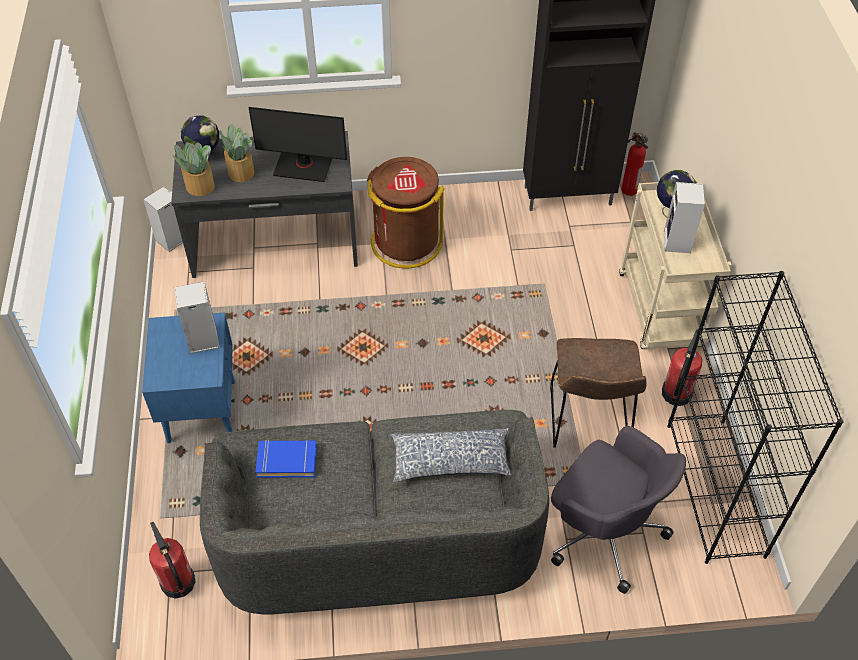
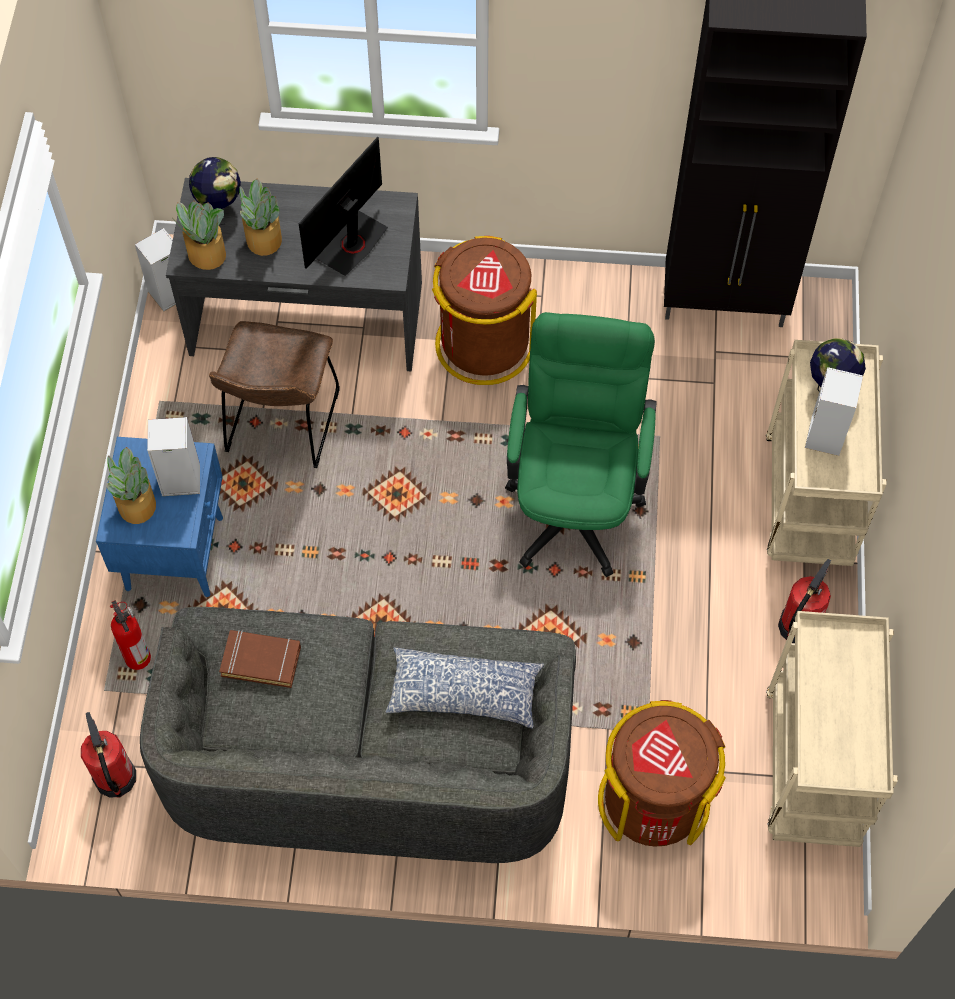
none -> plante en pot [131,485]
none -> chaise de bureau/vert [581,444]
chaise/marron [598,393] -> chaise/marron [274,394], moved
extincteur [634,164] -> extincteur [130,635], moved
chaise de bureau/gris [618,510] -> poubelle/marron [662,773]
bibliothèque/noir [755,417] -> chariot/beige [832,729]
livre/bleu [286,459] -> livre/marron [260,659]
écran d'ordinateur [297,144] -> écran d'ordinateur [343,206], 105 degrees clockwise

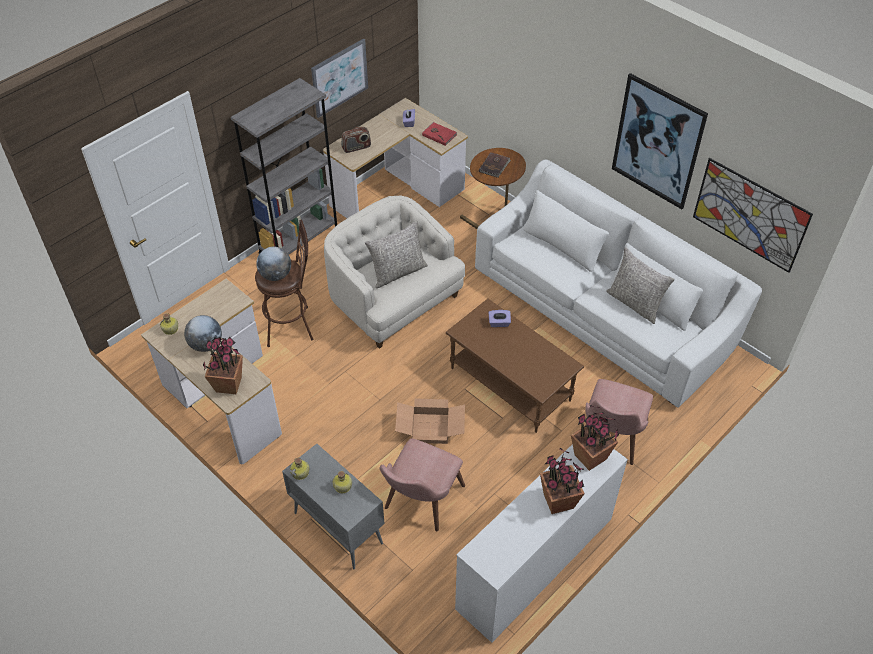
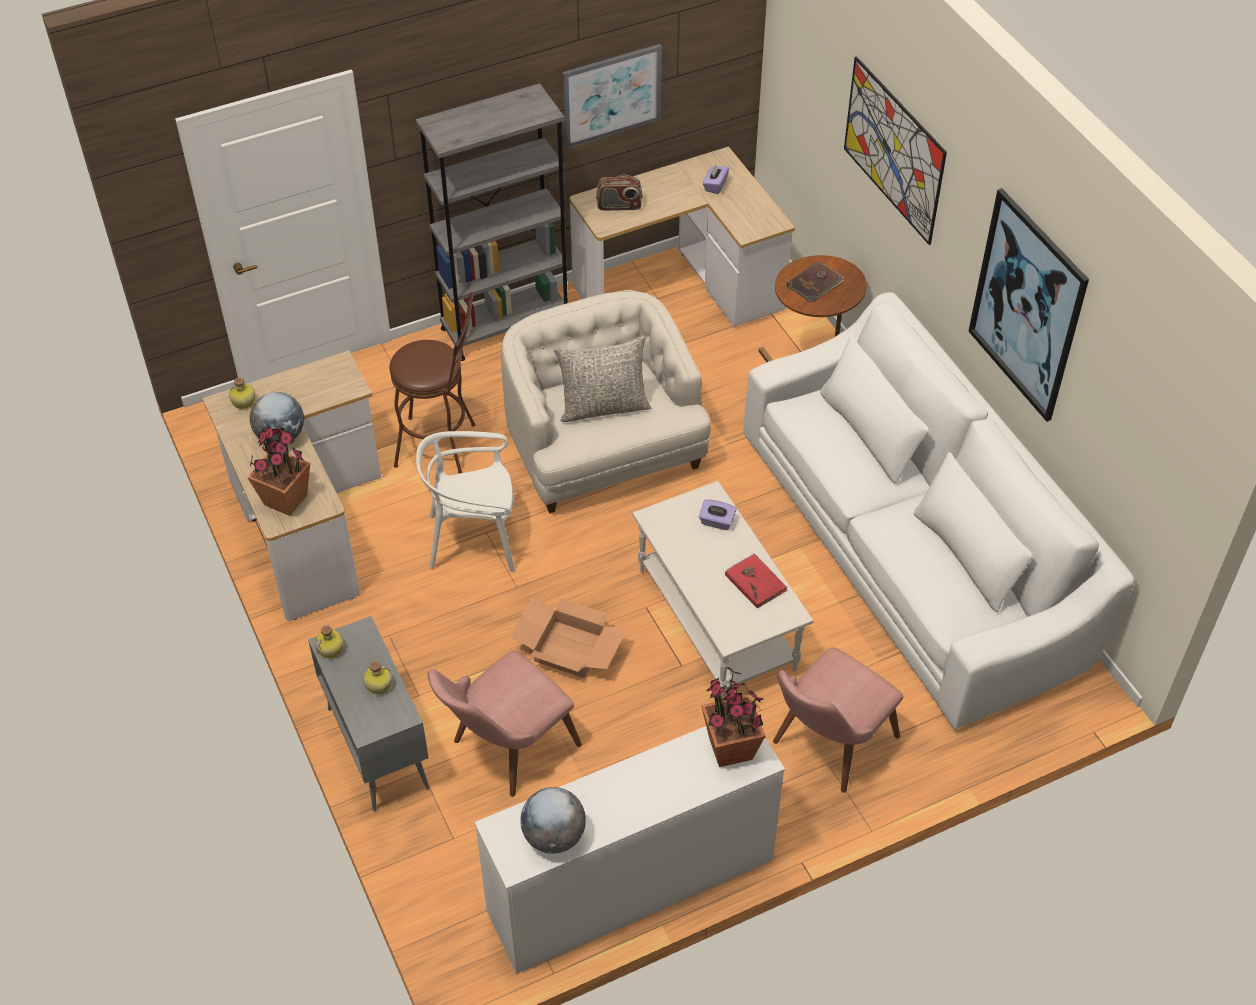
plante en pot [562,481] -> none
coussin/gris [640,285] -> none
none -> chaise/blanc [465,501]
globe [273,264] -> globe [553,820], moved
livre/rouge [439,134] -> livre/rouge [756,581], moved
tableau [753,215] -> tableau [895,150], moved
table basse/marron [515,366] -> table basse/blanc [723,590]

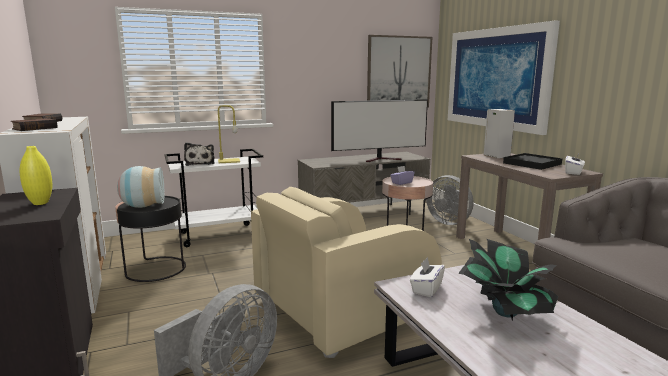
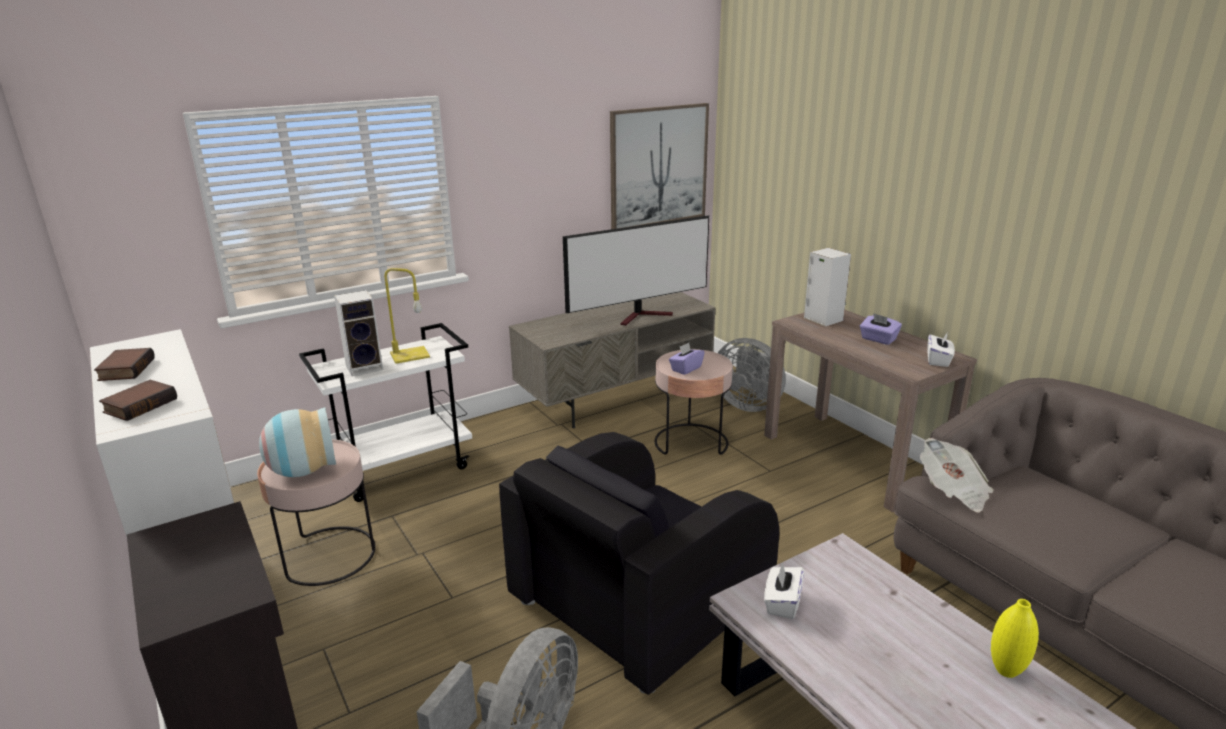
tableau [504,78] -> none
plante en pot [508,280] -> none
none -> journal [956,475]
vase/jaune [36,175] -> vase/jaune [1015,638], moved
peluche [199,154] -> enceinte [358,333]
plateau/noir [532,161] -> boîte à mouchoirs/violet [881,329]
table d'appoint/noir [150,239] -> table d'appoint/rose [316,512]
fauteuil/beige [346,272] -> fauteuil/noir [639,563]

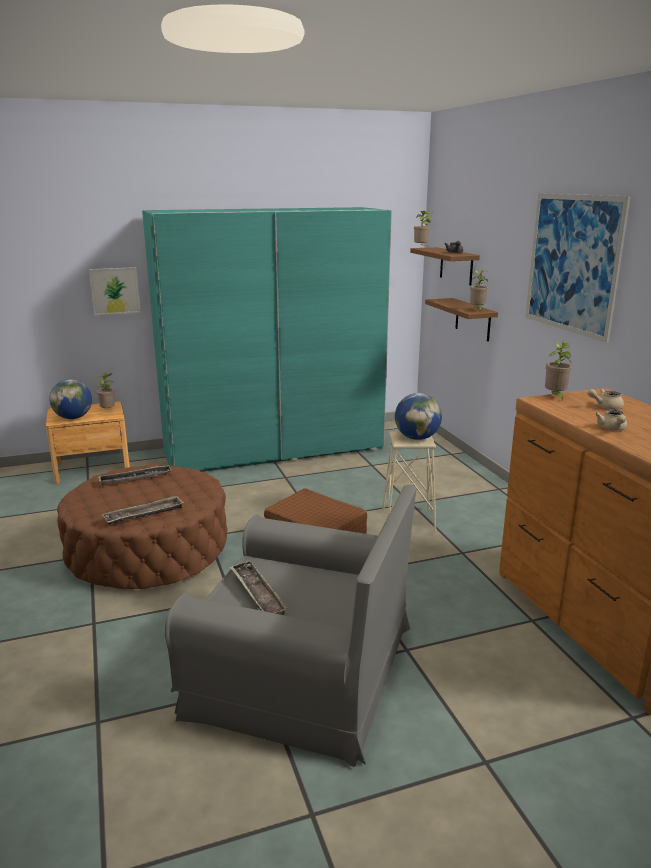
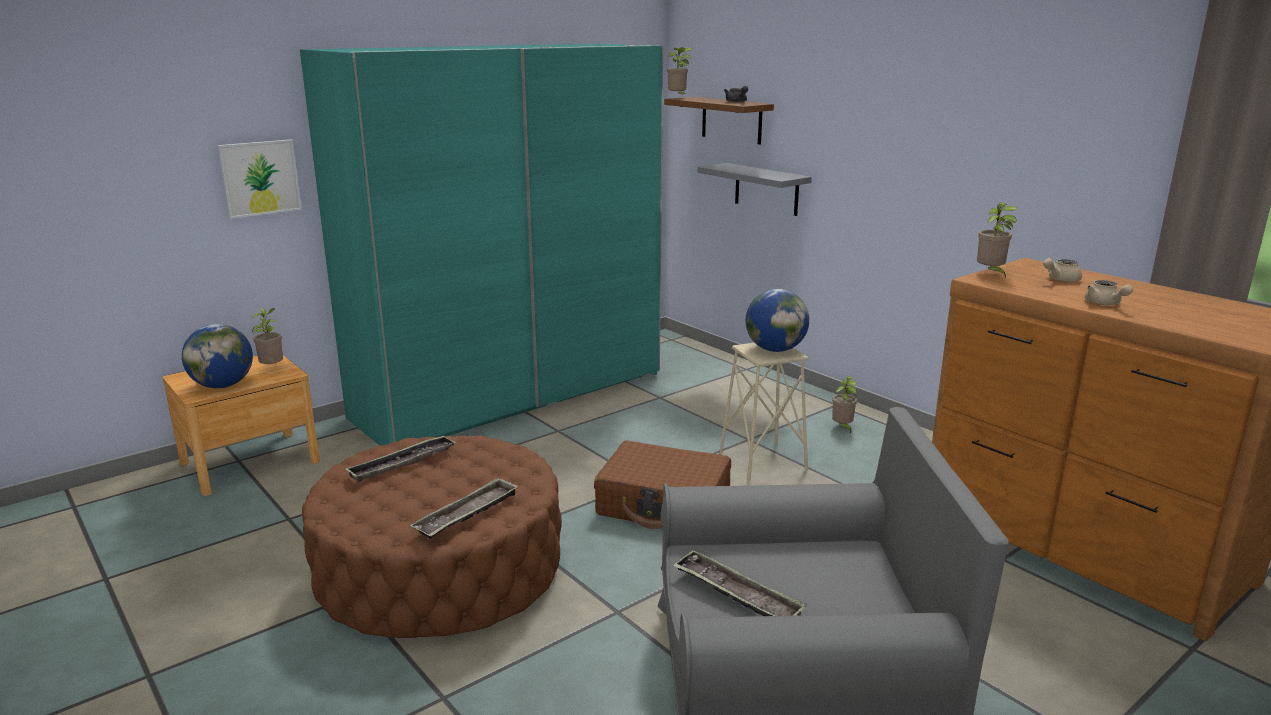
tableau [578,268] -> none
plante en pot [479,290] -> plante en pot [844,404], moved
étagère/marron [461,319] -> étagère/gris [754,189]

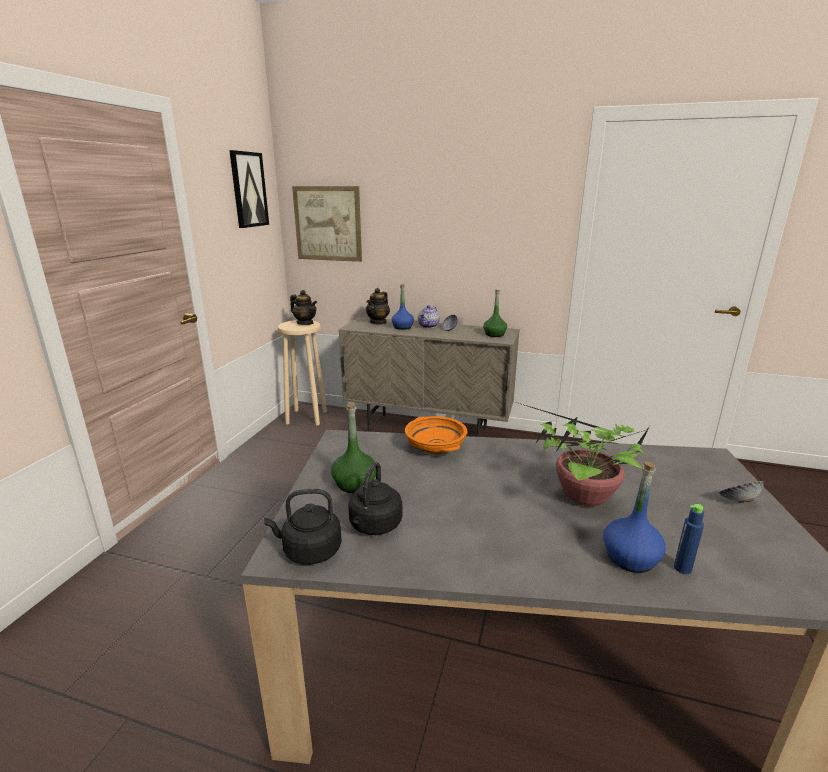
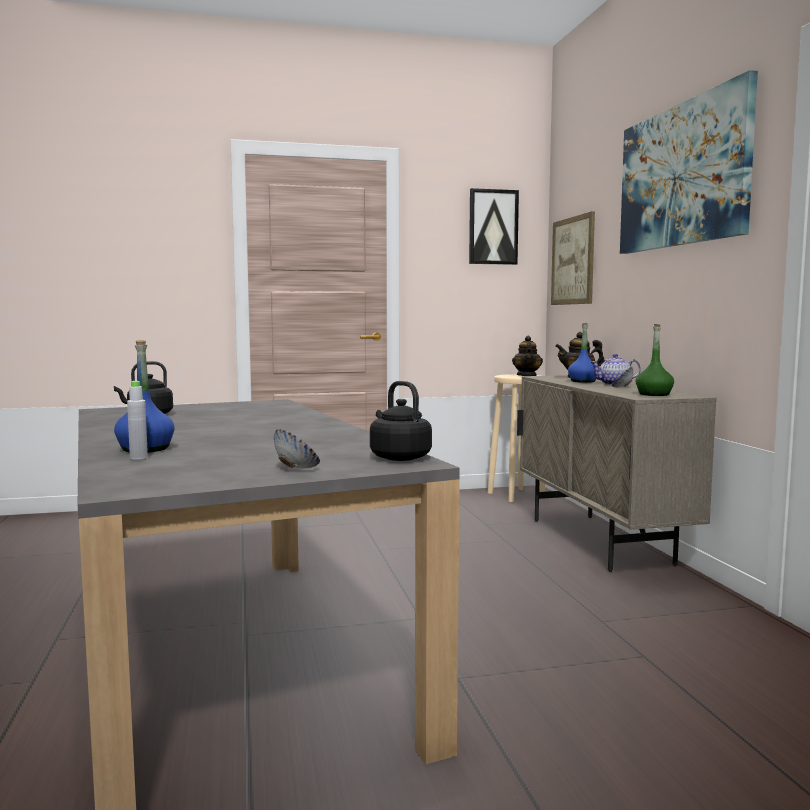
bouteille/vert [353,448] -> none
bol/orange [436,435] -> none
plante en pot [579,453] -> none
none -> tableau [689,162]
bouilloire/noir [303,527] -> bouilloire/noir [401,421], moved
bouteille/bleu [689,539] -> bouteille/gris [137,420]

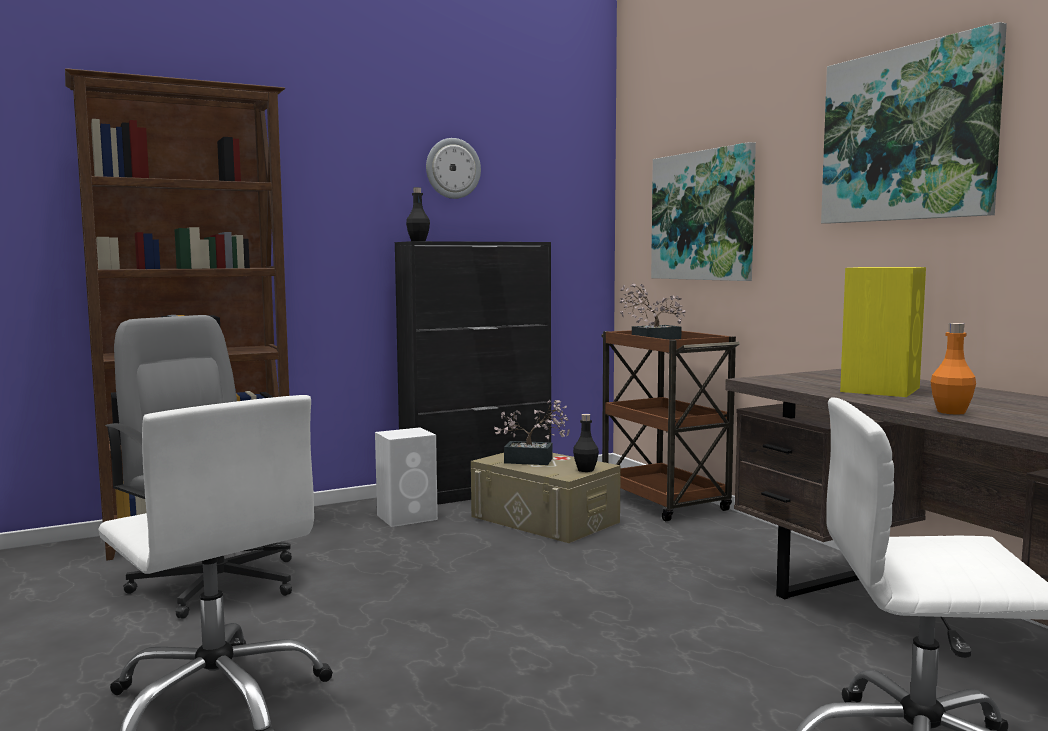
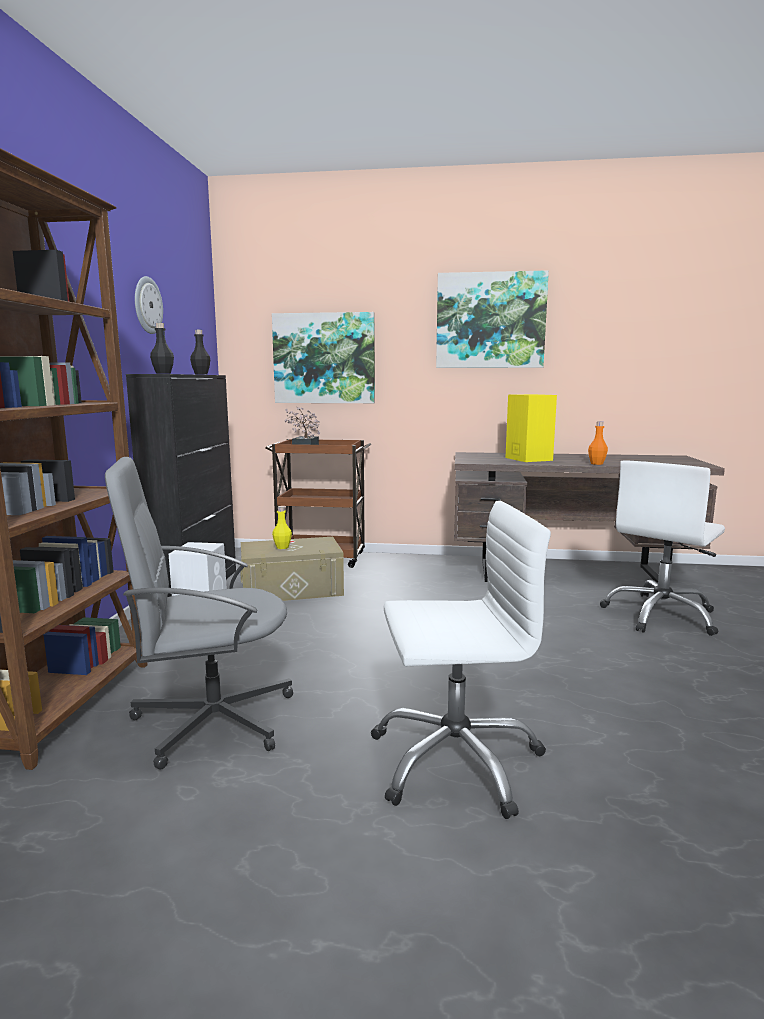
bouteille/noir [586,443] -> bouteille/noir [200,352], moved
plante en pot [532,432] -> bouteille/jaune [282,527]

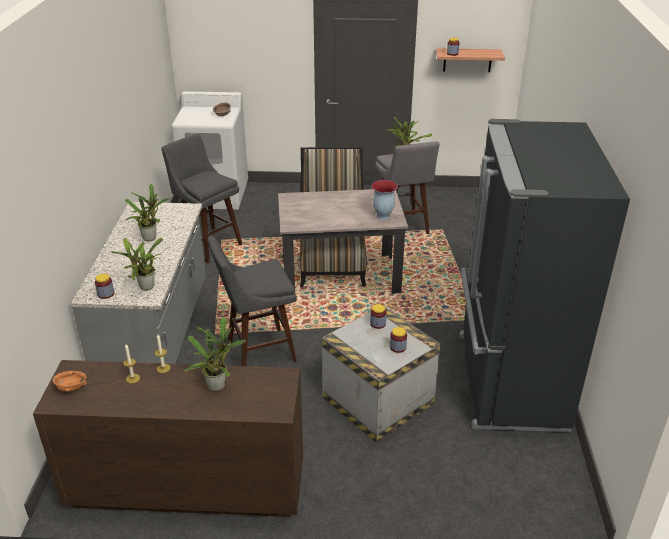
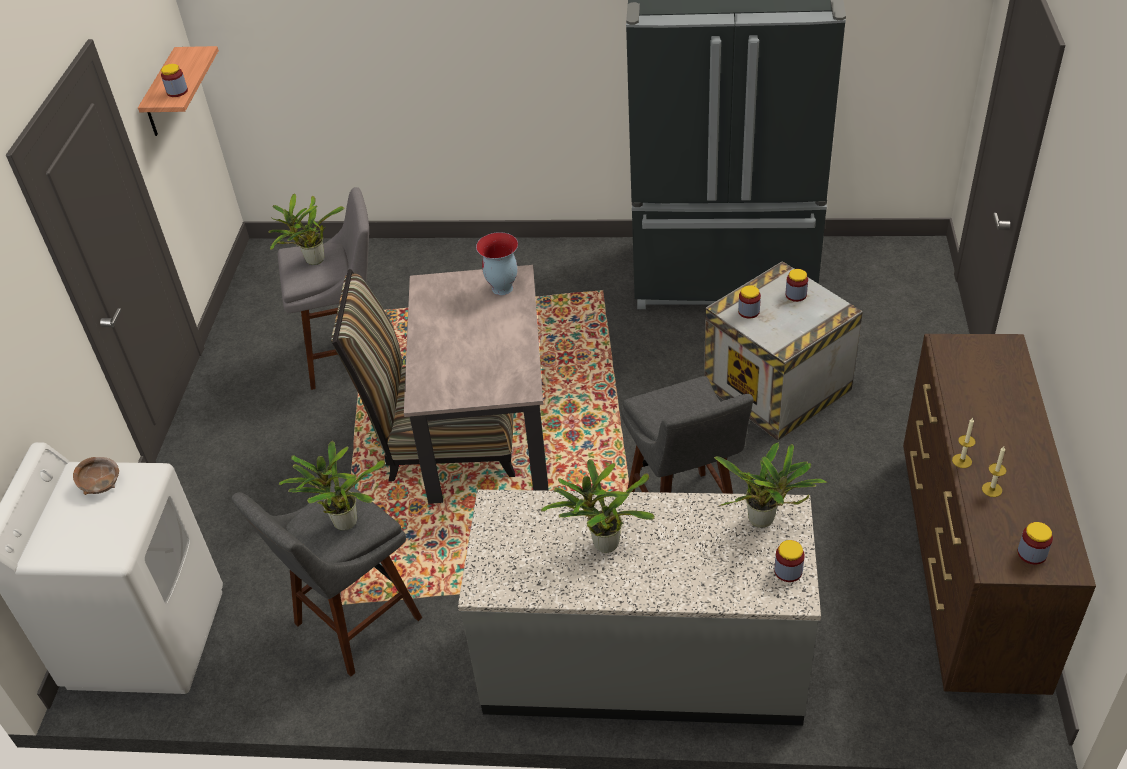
plante en pot [215,354] -> plante en pot [331,486], moved
bol/orange [70,381] -> bocal [1035,543]

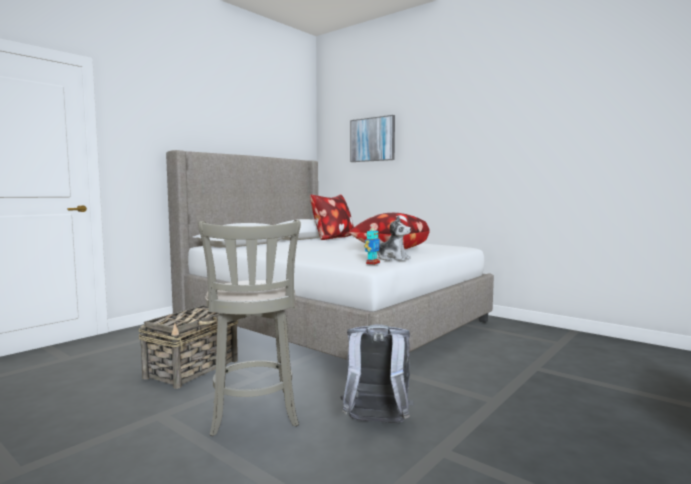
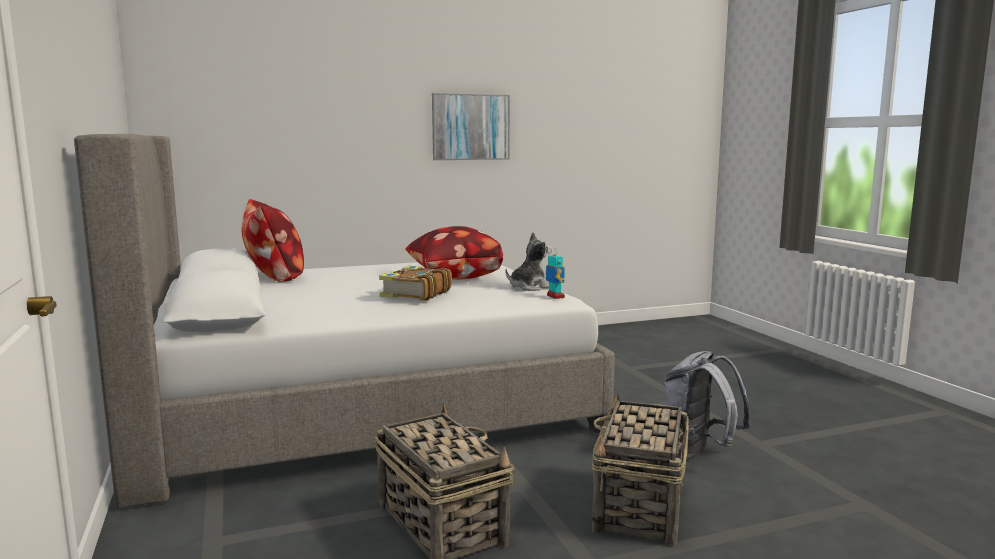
none -> livre [415,283]
tableau [372,138] -> tableau [471,126], moved
tabouret/gris [249,328] -> panier [640,468]

